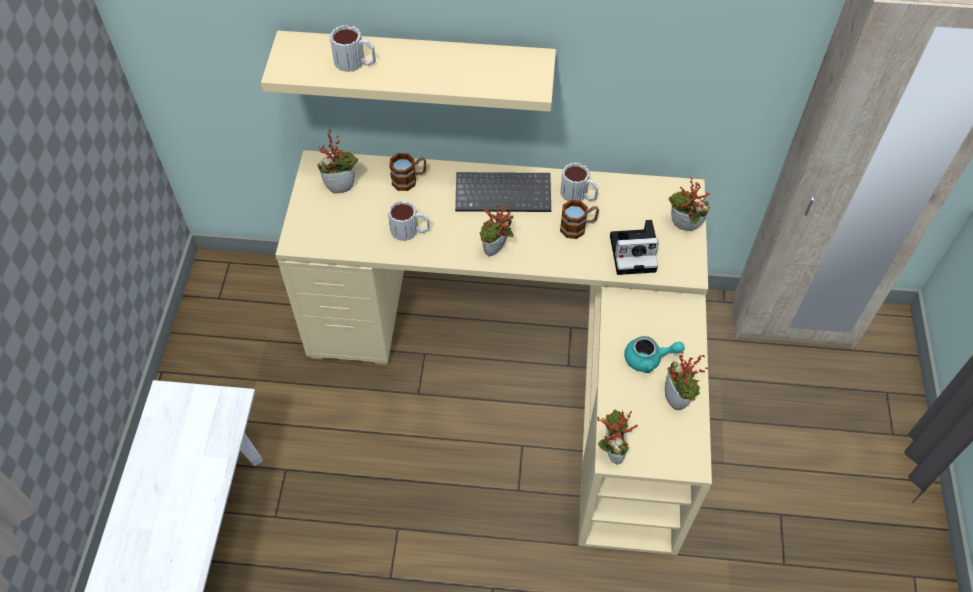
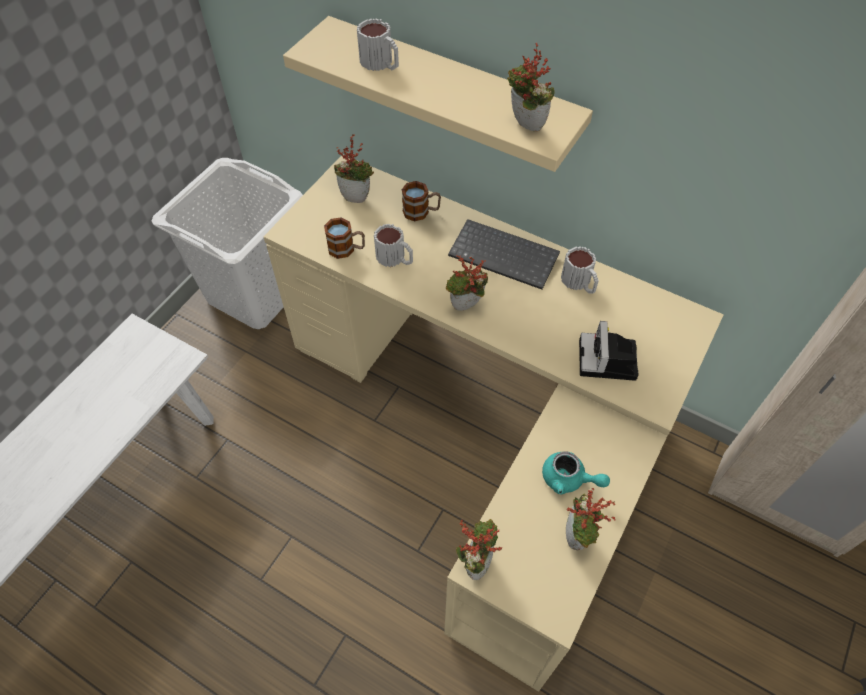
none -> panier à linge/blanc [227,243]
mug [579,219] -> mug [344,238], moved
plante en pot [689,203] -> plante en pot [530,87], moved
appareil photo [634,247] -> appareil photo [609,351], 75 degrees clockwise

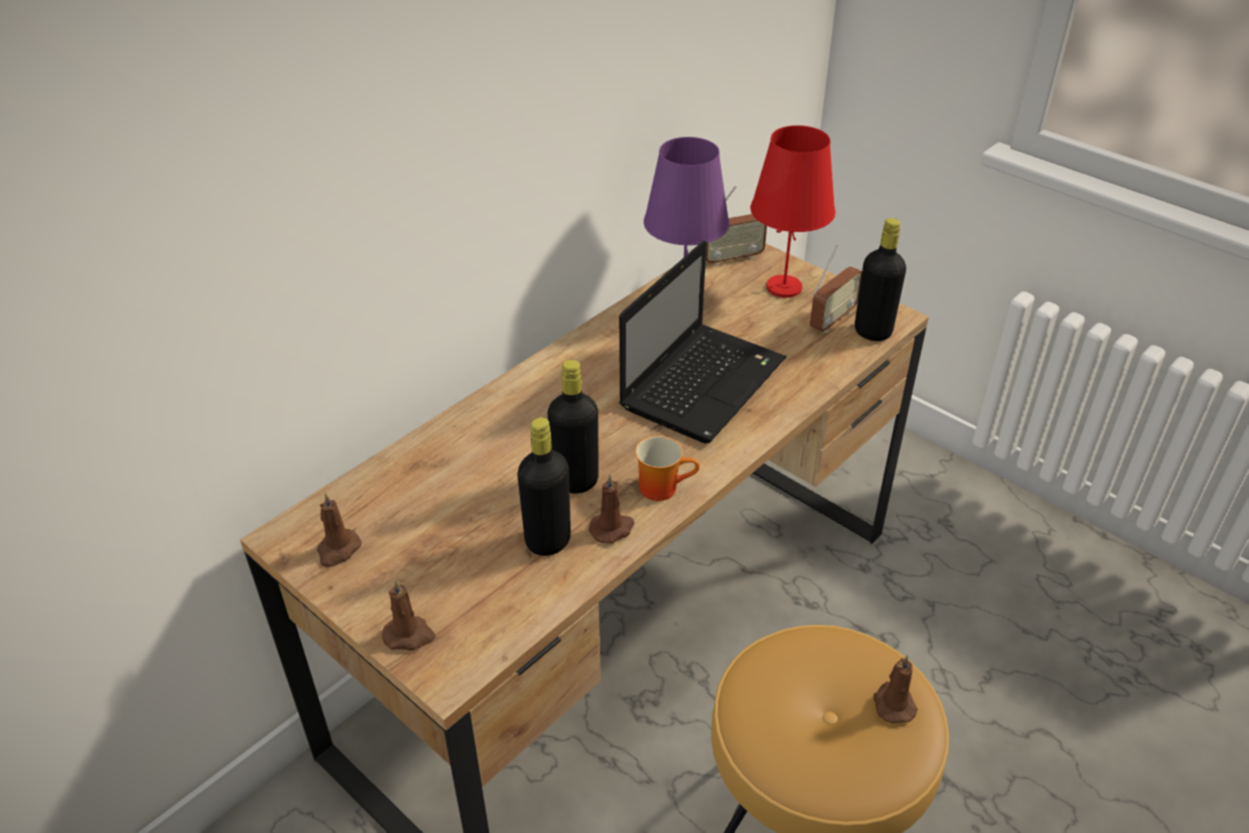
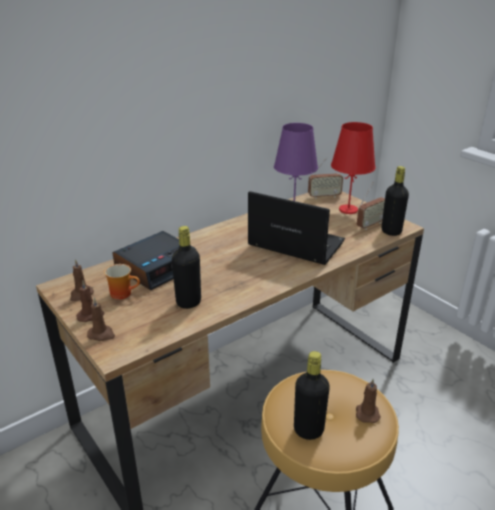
none -> réveil [154,260]
bouteille/noir [573,426] -> bouteille/noir [312,395], moved
bougie/marron [611,508] -> bougie/marron [90,301], moved
mug [667,468] -> mug [122,282], moved
ordinateur portable [702,341] -> ordinateur portable [296,228], 105 degrees counterclockwise

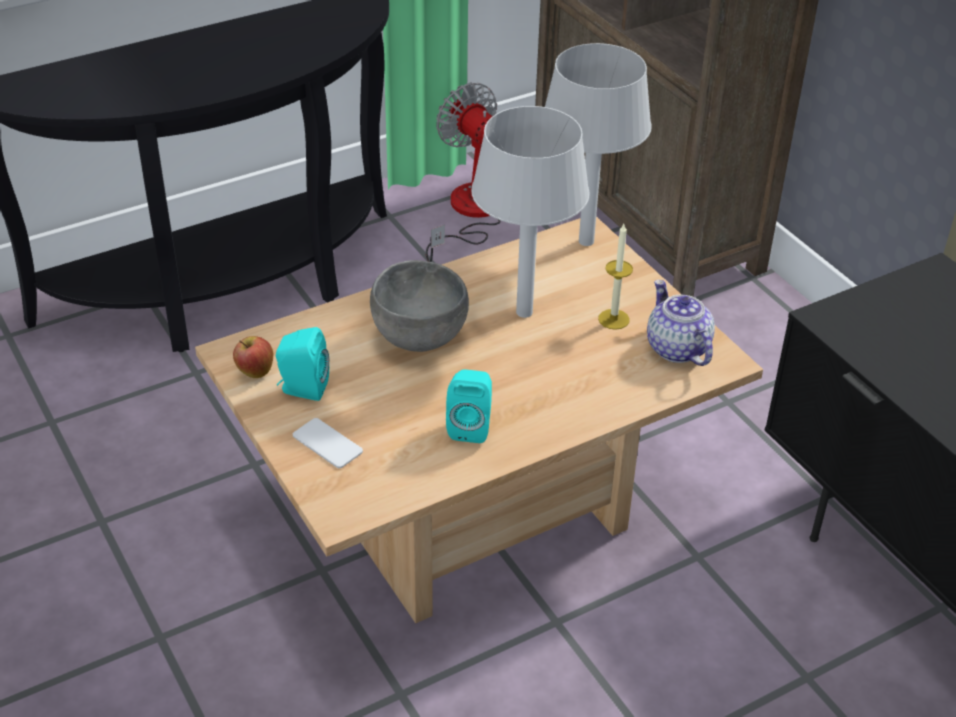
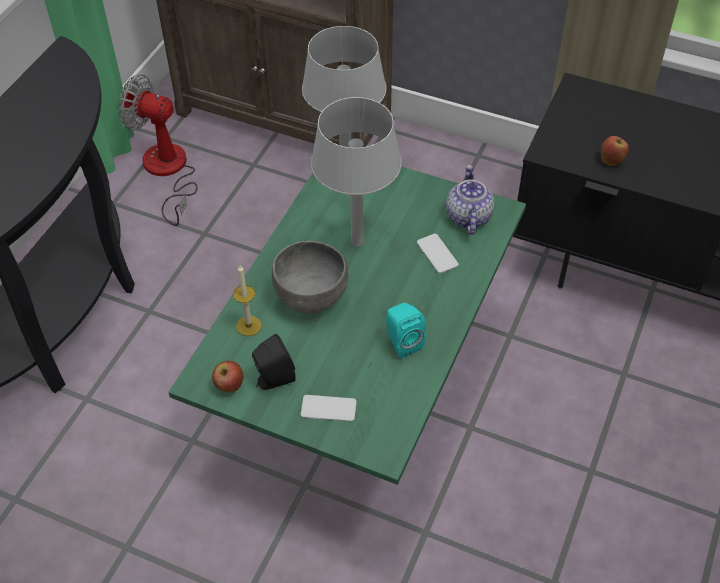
none -> téléphone [438,253]
none -> pomme [615,151]
bougie [615,277] -> bougie [247,300], moved
table basse/beige [479,420] -> table basse/vert [347,325]
enceinte/turquoise [302,364] -> enceinte/noir [274,362]
théière [681,323] -> théière [470,200], 60 degrees clockwise

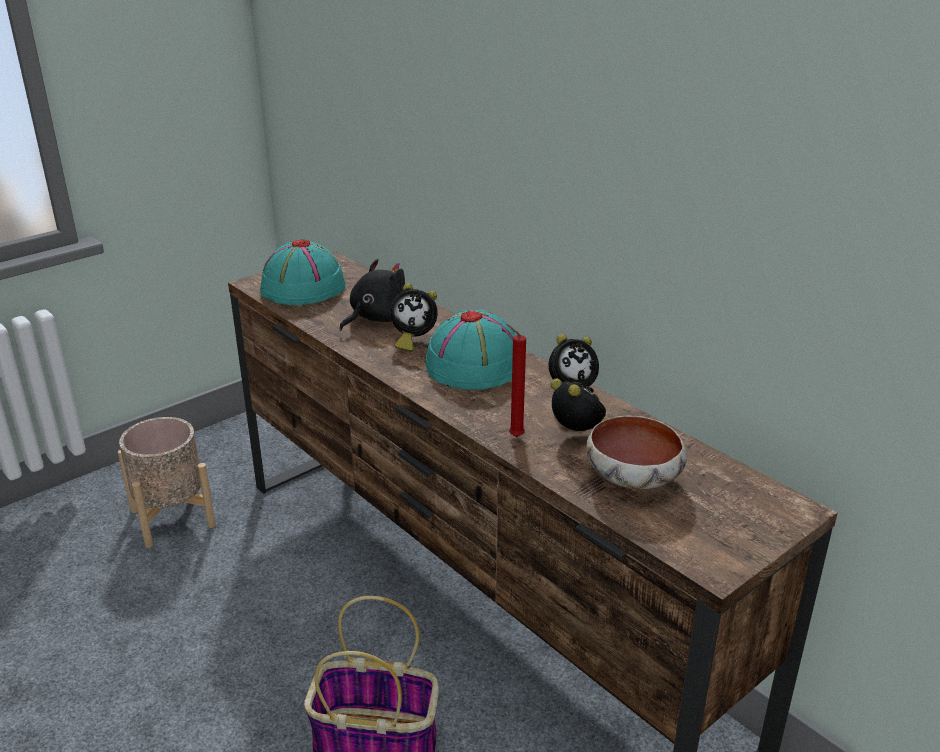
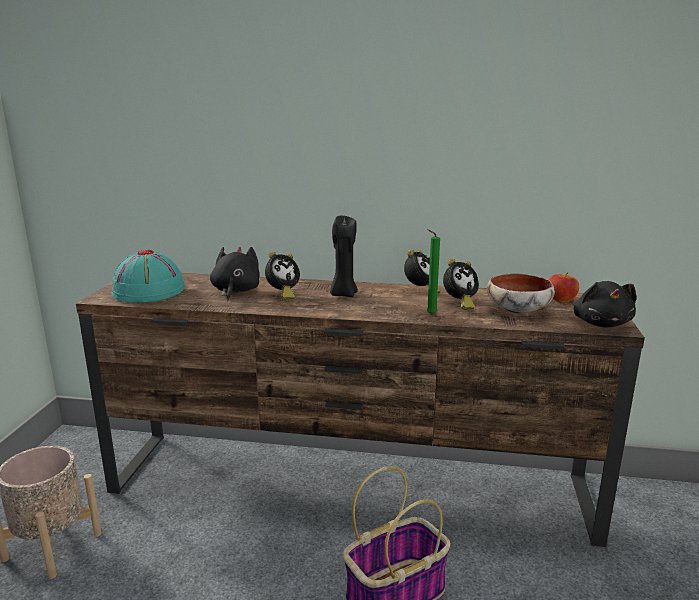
none -> pomme [564,287]
none -> peluche/noir [605,304]
chapeau/turquoise [471,350] -> bougie/noir [344,256]
bougie/rouge [516,380] -> bougie/vert [433,272]
réveil [578,404] -> réveil [461,284], 135 degrees clockwise

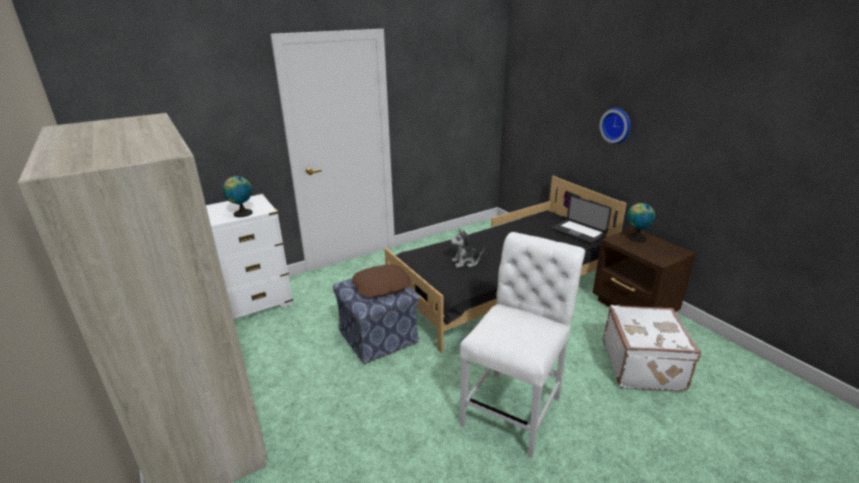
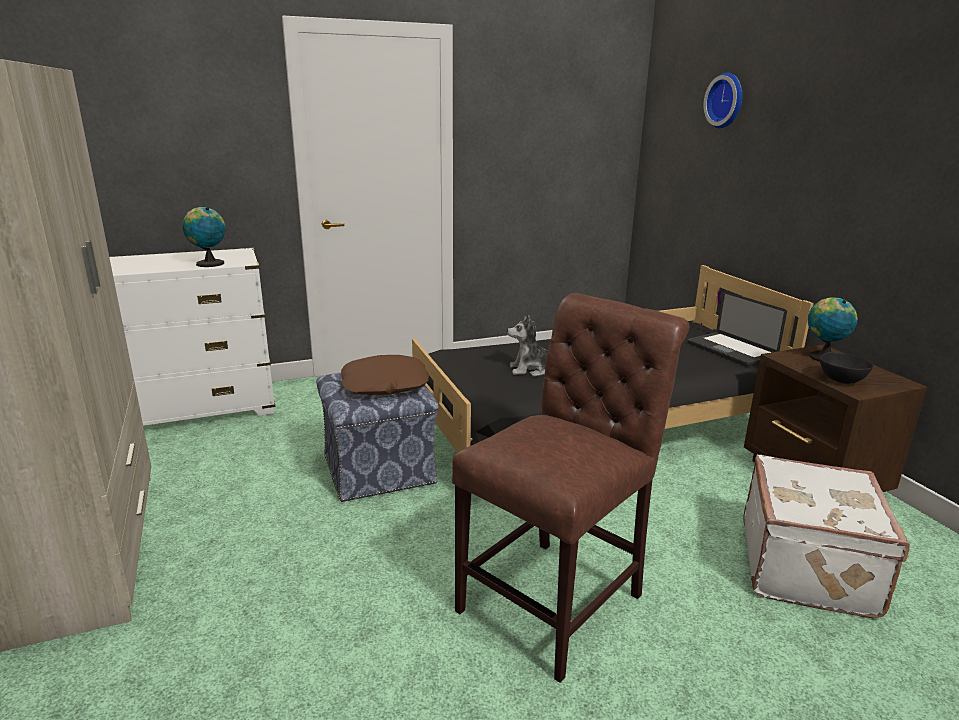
none -> bol/noir [846,368]
horloge murale [615,126] -> horloge murale [723,100], moved
chaise/blanc [522,345] -> chaise/marron [570,488]

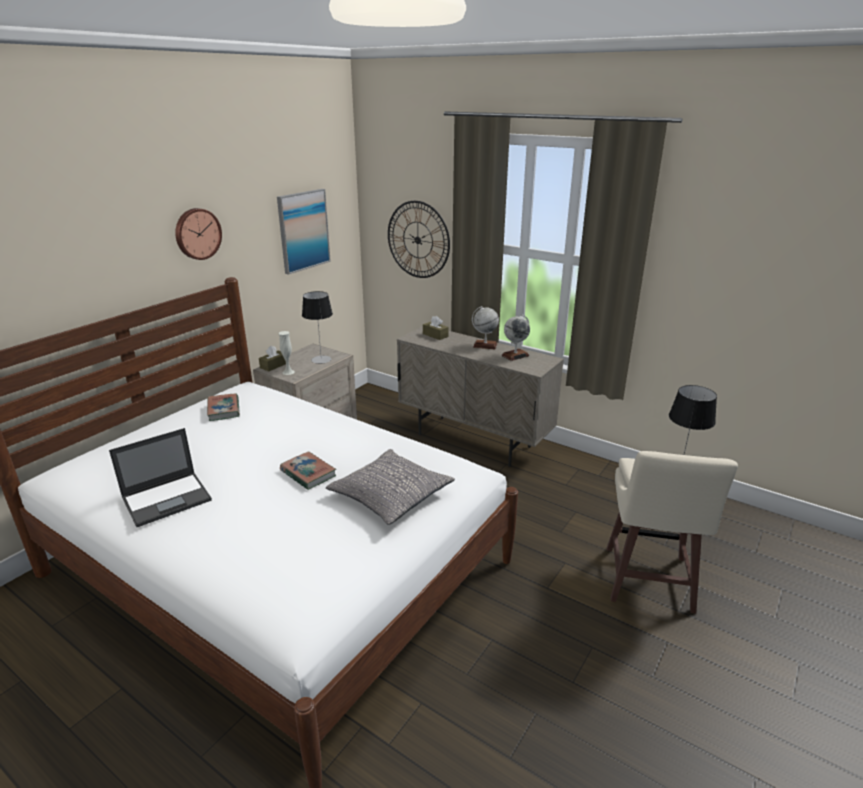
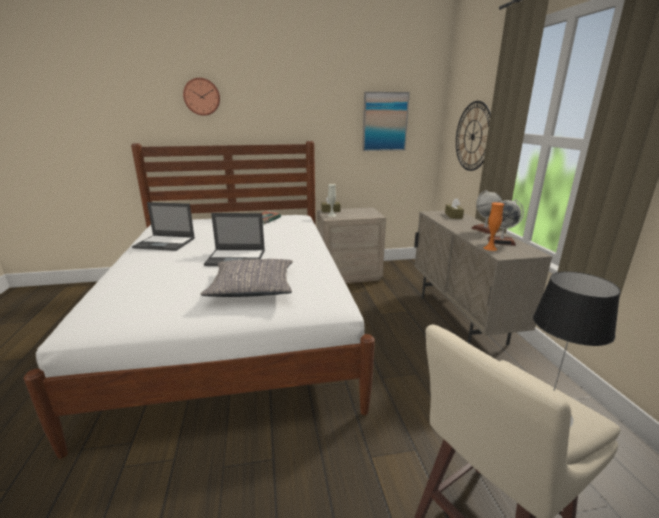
lampe de table [317,327] -> none
none -> vase/orange [494,226]
horloge murale [198,234] -> horloge murale [201,97], moved
livre [308,471] -> ordinateur portable [234,239]

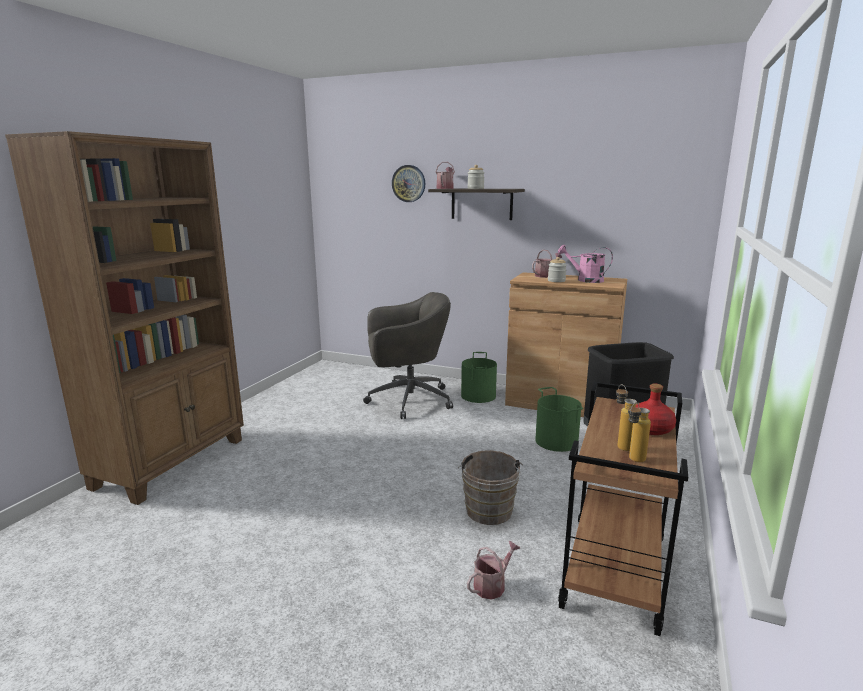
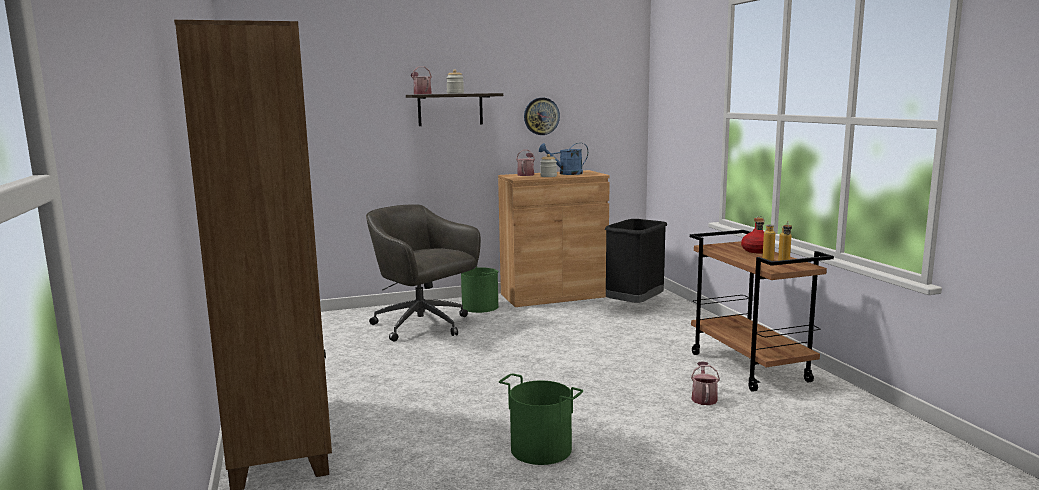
seau/marron [490,487] -> none
horloge murale [408,183] -> horloge murale [542,116], moved
seau/vert [559,419] -> seau/vert [541,419], moved
arrosoir/rose [585,264] -> arrosoir/bleu [563,159]
chaise de bureau/gris [408,355] -> chaise de bureau/gris [423,273], 90 degrees counterclockwise

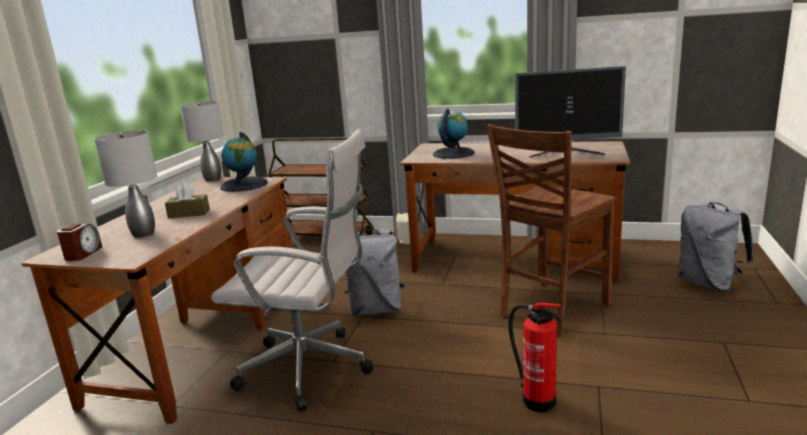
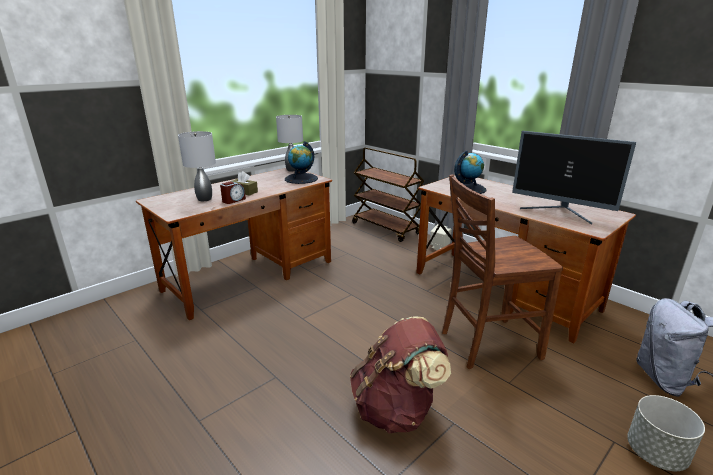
chaise de bureau/blanc [292,270] -> none
sac à dos/gris [375,272] -> none
none -> cache-pot/gris [666,433]
réveil [79,242] -> réveil [233,192], moved
extincteur [534,357] -> sac à dos/marron [400,375]

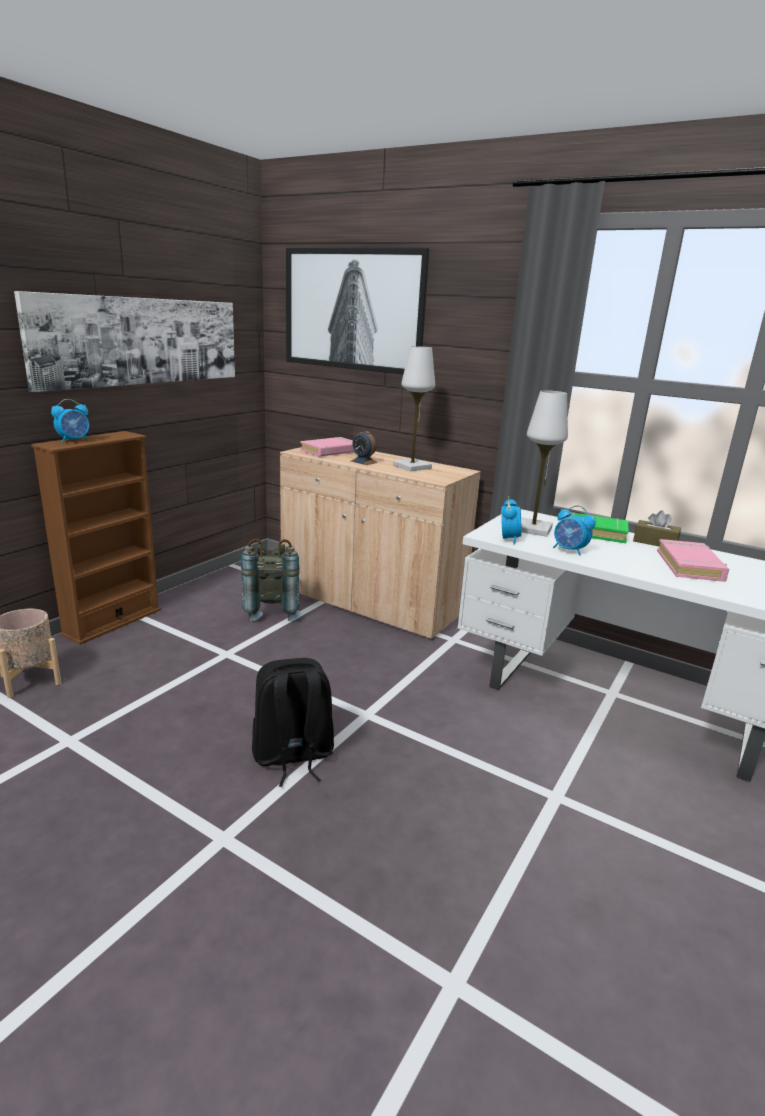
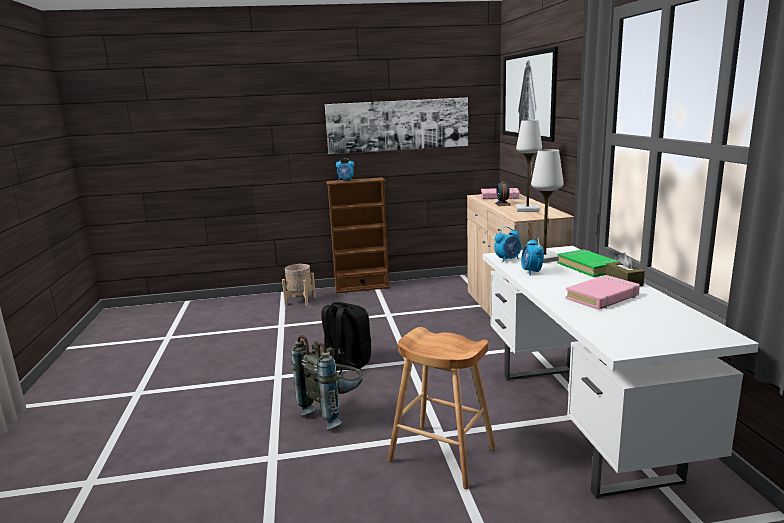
none -> tabouret/marron [441,408]
sac à dos/gris [271,580] -> sac à dos/gris [327,382], moved

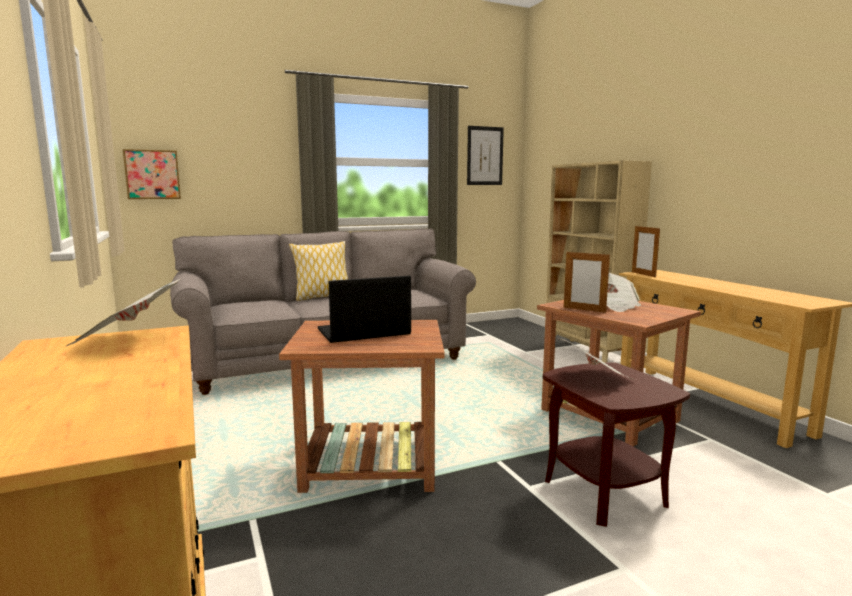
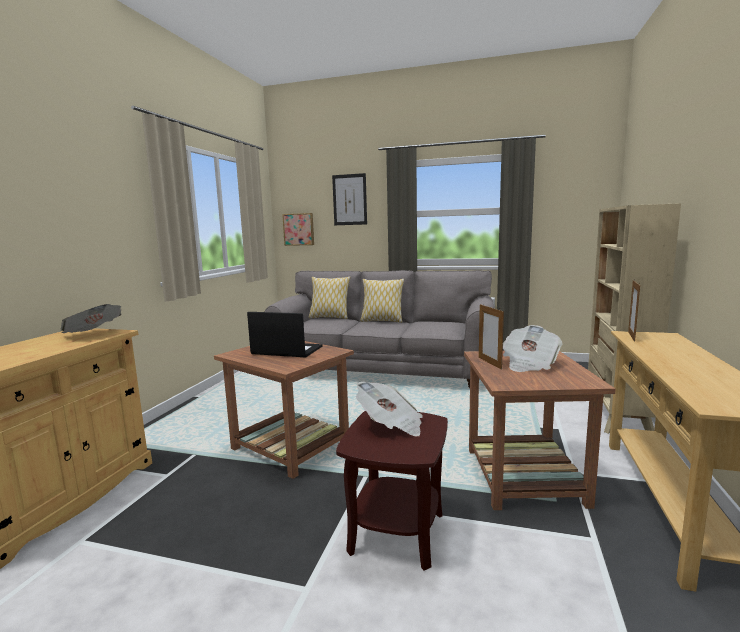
none -> coussin [329,298]
tableau [485,155] -> tableau [349,199], moved

